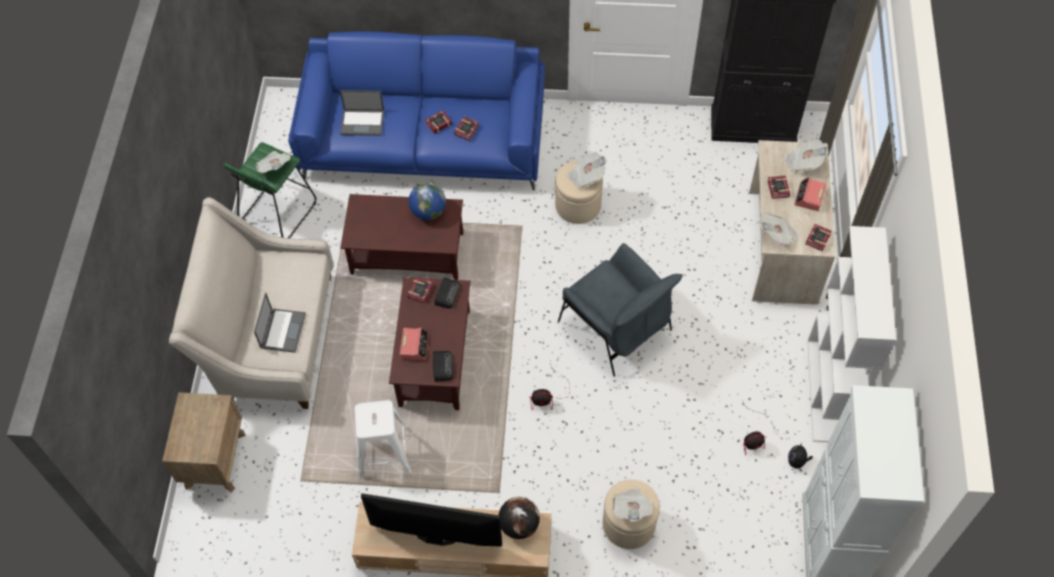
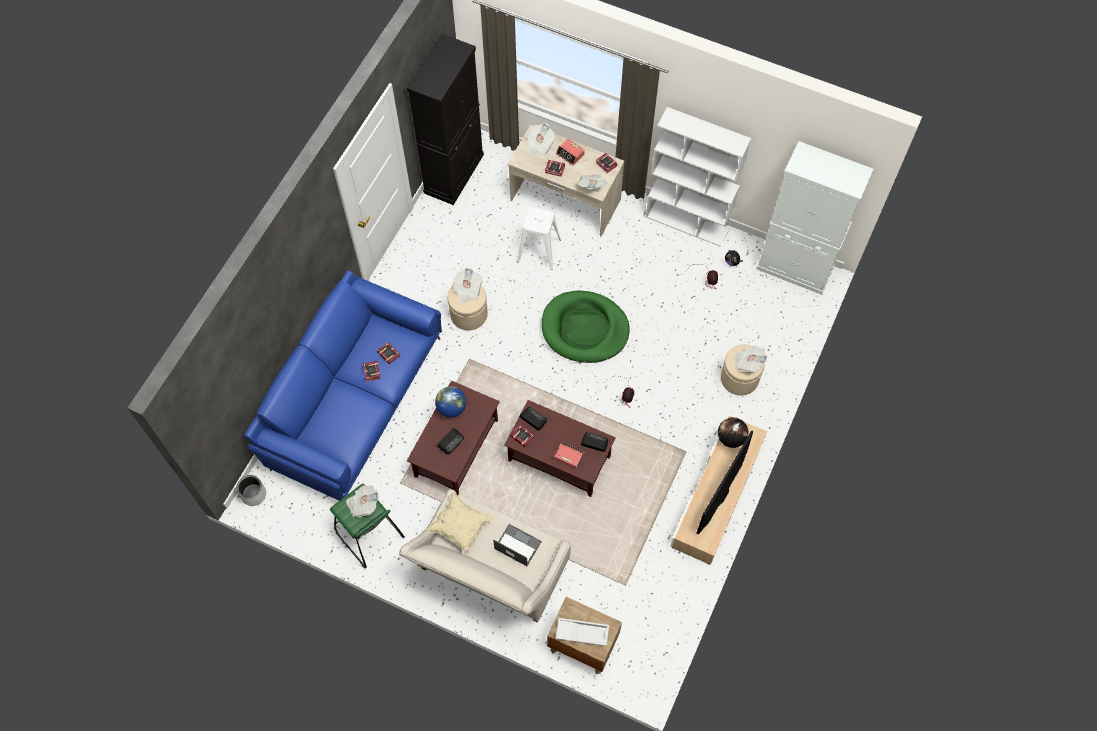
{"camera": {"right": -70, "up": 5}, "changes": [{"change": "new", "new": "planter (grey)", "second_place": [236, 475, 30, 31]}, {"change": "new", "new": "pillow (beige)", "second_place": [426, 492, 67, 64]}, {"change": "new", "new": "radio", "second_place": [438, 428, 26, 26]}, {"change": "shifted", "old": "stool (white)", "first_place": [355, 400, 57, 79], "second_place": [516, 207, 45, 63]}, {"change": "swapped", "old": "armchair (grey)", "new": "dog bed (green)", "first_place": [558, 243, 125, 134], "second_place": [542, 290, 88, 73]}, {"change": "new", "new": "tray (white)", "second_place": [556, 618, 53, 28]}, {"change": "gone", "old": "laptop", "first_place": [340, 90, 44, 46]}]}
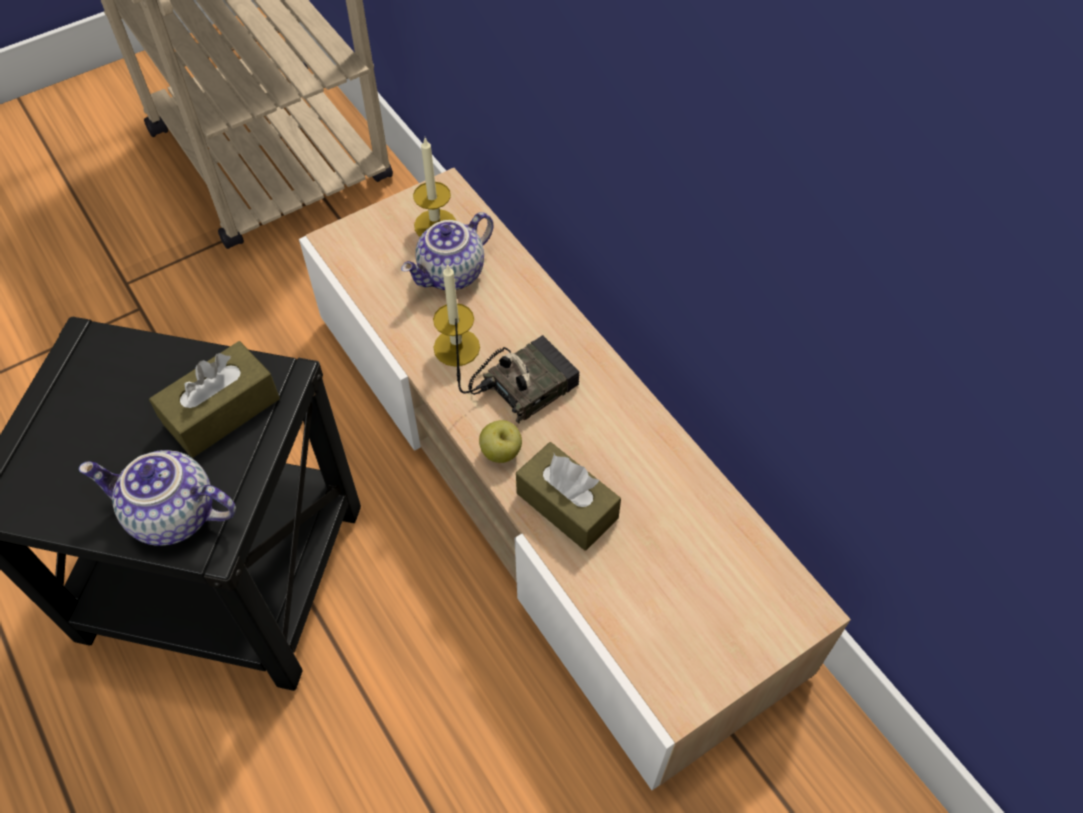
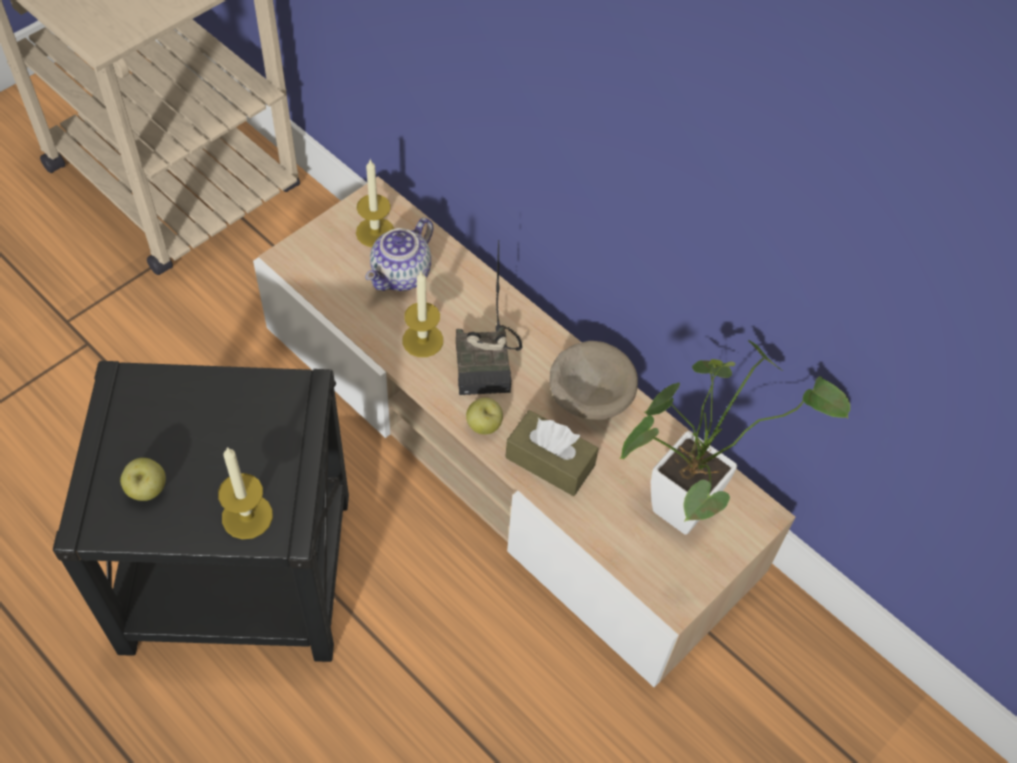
{"camera": {"right": -15, "up": 0}, "changes": [{"change": "new", "new": "apple", "second_place": [120, 458, 46, 43]}, {"change": "swapped", "old": "teapot", "new": "candle", "first_place": [79, 450, 157, 96], "second_place": [218, 447, 55, 92]}, {"change": "rotated", "old": "radio", "first_place": [455, 318, 124, 106], "second_place": [456, 240, 66, 155], "degrees": 135}, {"change": "new", "new": "bowl (beige)", "second_place": [550, 341, 88, 79]}, {"change": "new", "new": "potted plant", "second_place": [619, 340, 231, 195]}, {"change": "gone", "old": "tissue box (brown)", "first_place": [149, 341, 131, 117]}]}
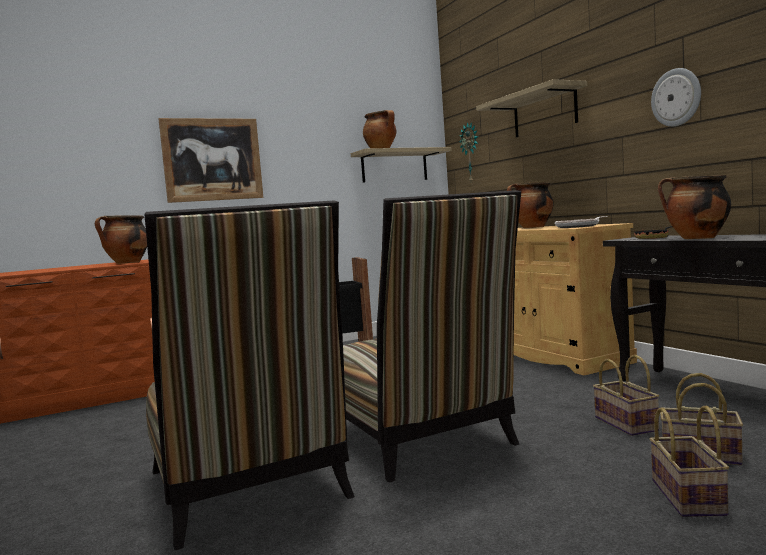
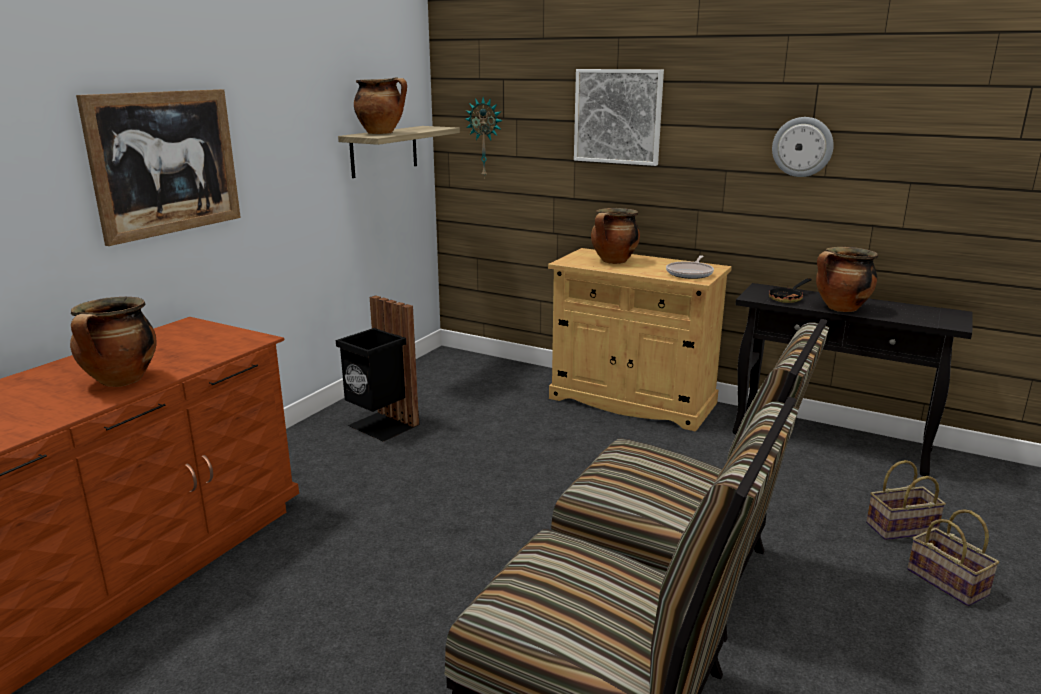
{"camera": {"right": -35, "up": 15}, "changes": [{"change": "swapped", "old": "shelf", "new": "picture", "first_place": [476, 79, 111, 59], "second_place": [574, 69, 90, 97]}, {"change": "gone", "old": "basket", "first_place": [593, 355, 66, 81]}]}
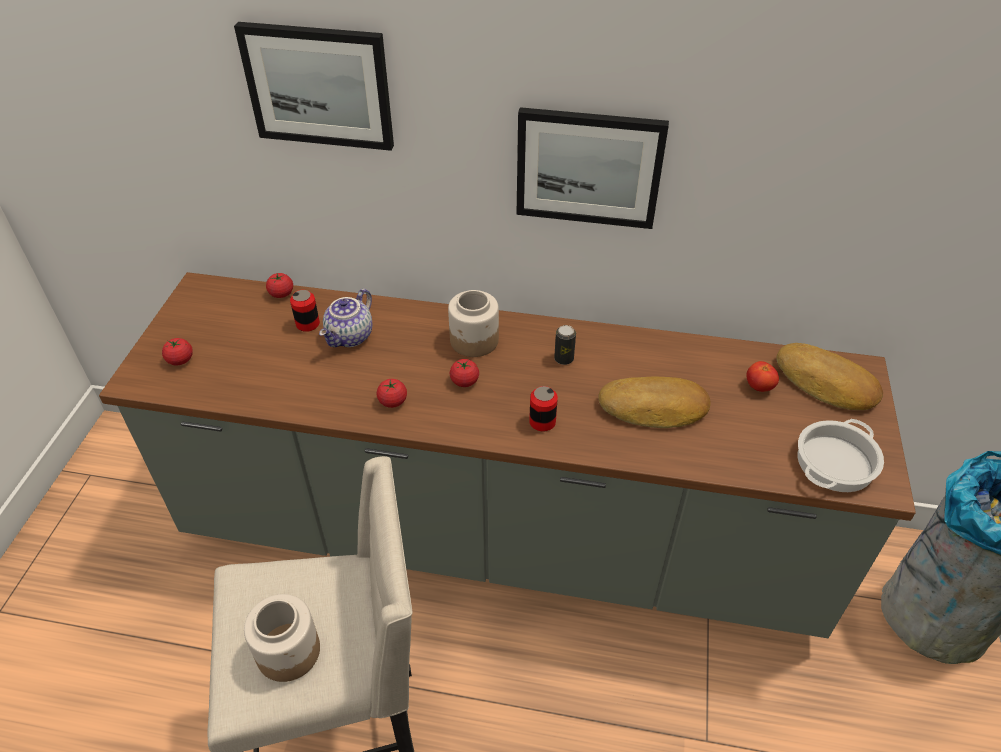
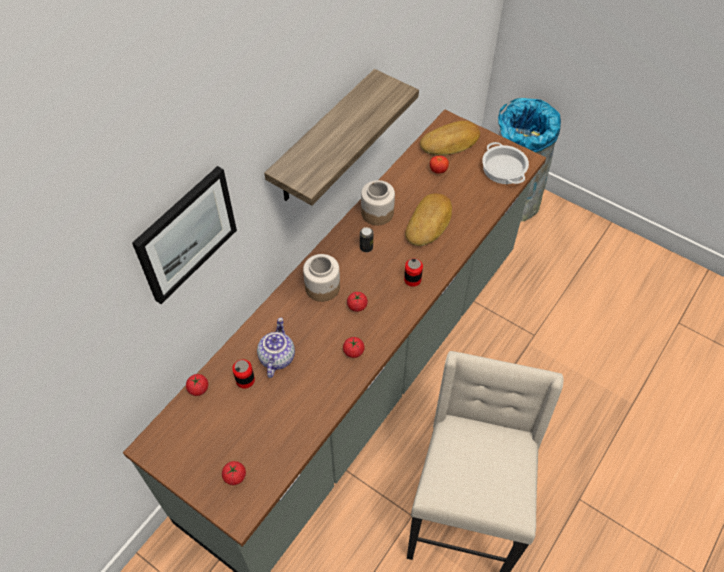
{"camera": {"right": -65, "up": 10}, "changes": [{"change": "rotated", "old": "teapot", "first_place": [319, 289, 53, 58], "second_place": [257, 318, 38, 60], "degrees": -135}, {"change": "swapped", "old": "picture", "new": "shelf", "first_place": [516, 107, 153, 122], "second_place": [264, 69, 155, 137]}, {"change": "shifted", "old": "jar", "first_place": [244, 594, 76, 88], "second_place": [361, 180, 34, 45]}]}
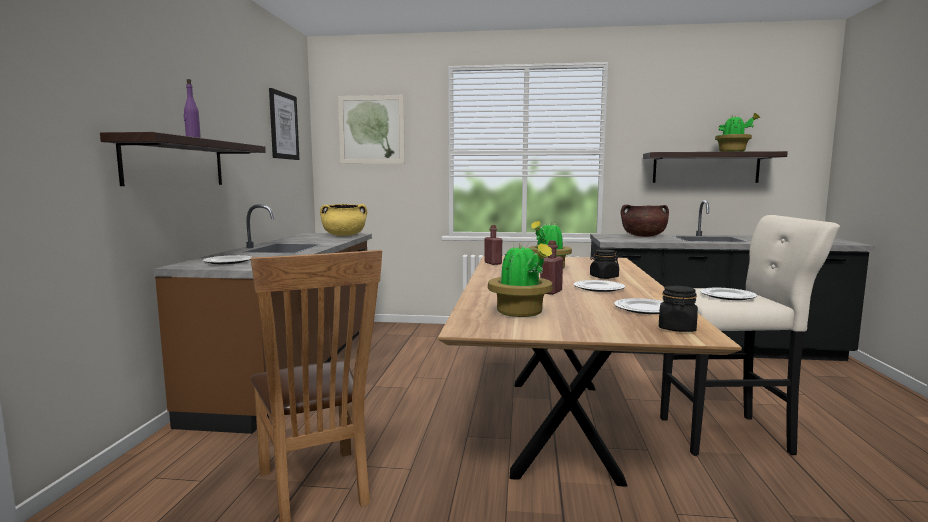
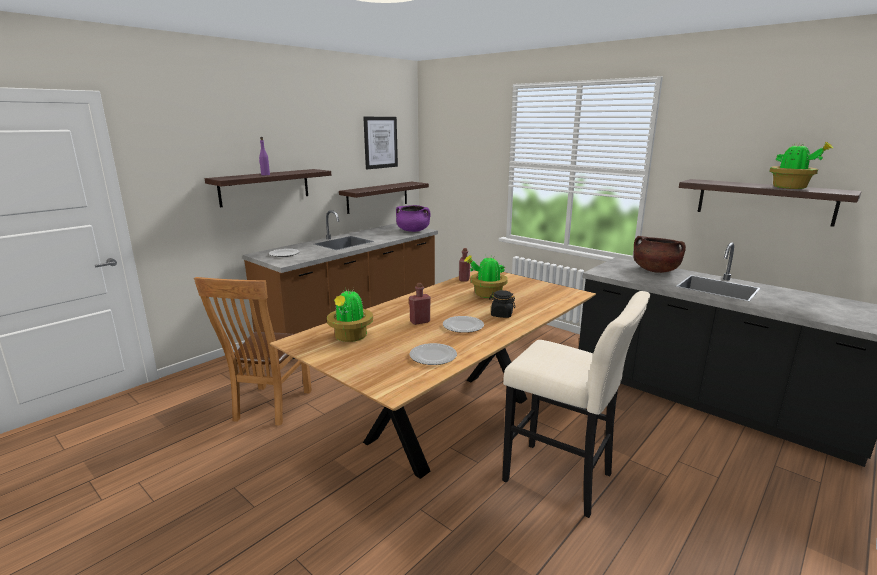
{"camera": {"right": 35, "up": 10}, "changes": [{"change": "new", "new": "shelf", "second_place": [339, 182, 90, 32]}, {"change": "repainted", "old": "cooking pot (yellow)", "new": "cooking pot (purple)", "first_place": [320, 204, 47, 32], "second_place": [396, 205, 34, 27]}, {"change": "gone", "old": "picture", "first_place": [338, 95, 67, 69]}, {"change": "gone", "old": "jar (black)", "first_place": [659, 286, 39, 46]}, {"change": "gone", "old": "plate", "first_place": [700, 288, 57, 12]}]}
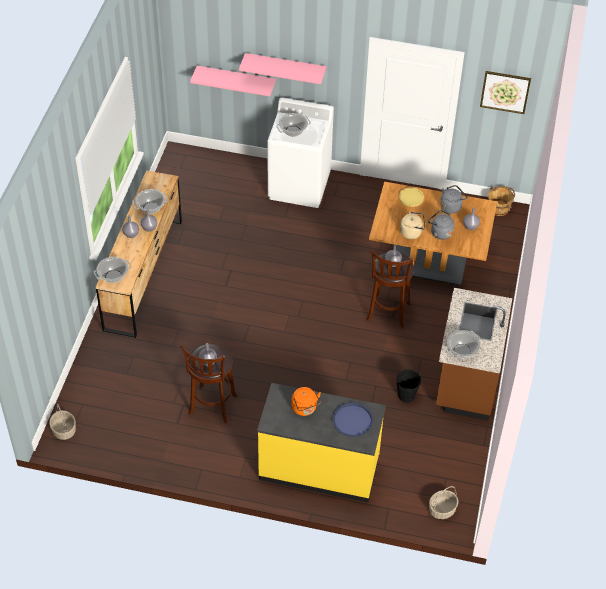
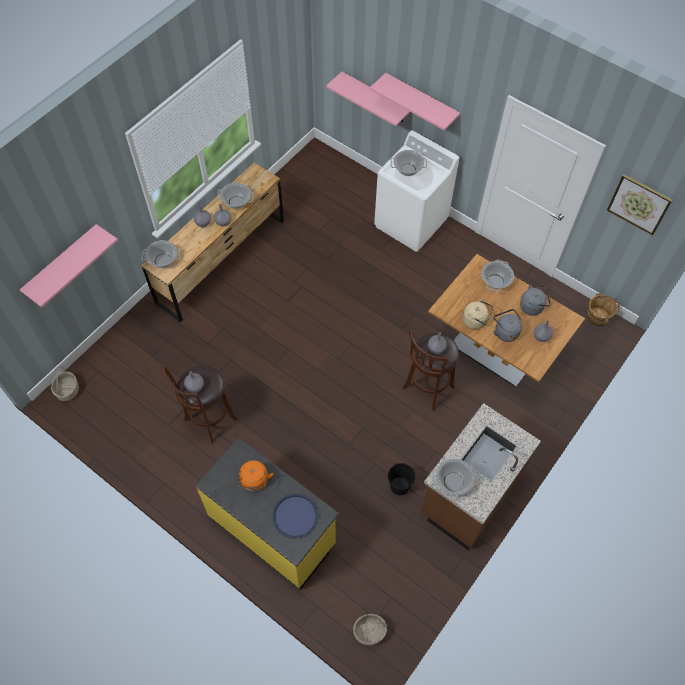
{"camera": {"right": 25, "up": 10}, "changes": [{"change": "new", "new": "shelf (pink)", "second_place": [20, 224, 98, 83]}, {"change": "swapped", "old": "plate (yellow)", "new": "cooking pot", "first_place": [399, 187, 25, 20], "second_place": [481, 260, 33, 32]}]}
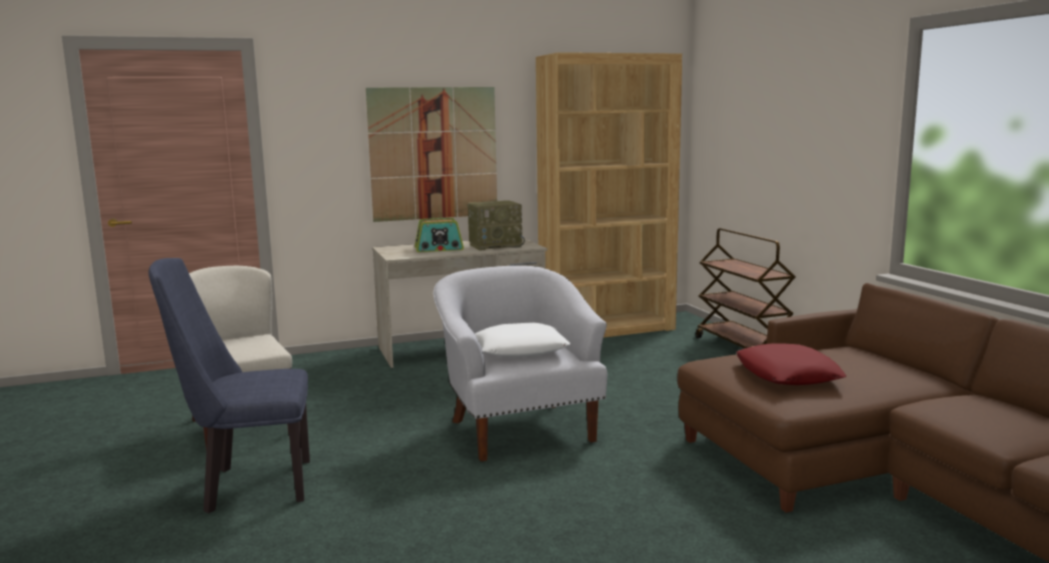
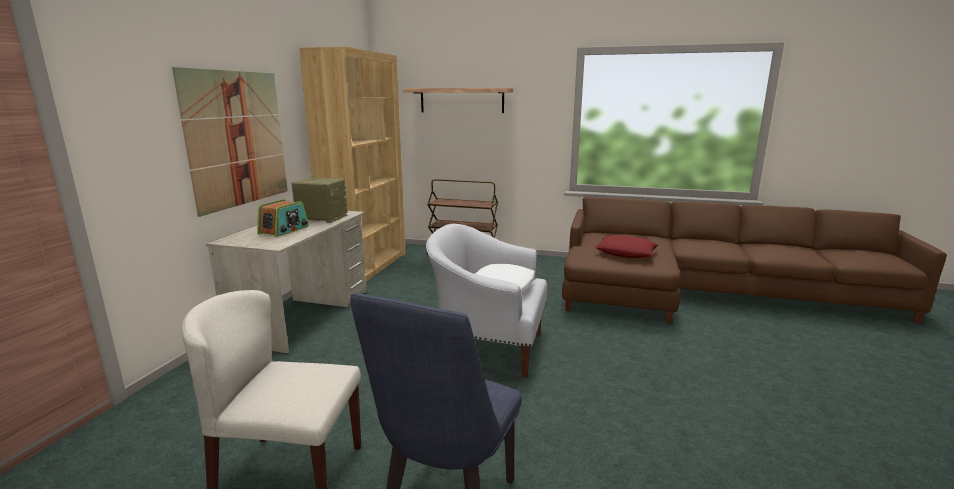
{"camera": {"right": -55, "up": 5}, "changes": [{"change": "rotated", "old": "radio", "first_place": [468, 200, 57, 50], "second_place": [291, 177, 56, 46], "degrees": -90}, {"change": "new", "new": "shelf", "second_place": [403, 88, 110, 25]}]}
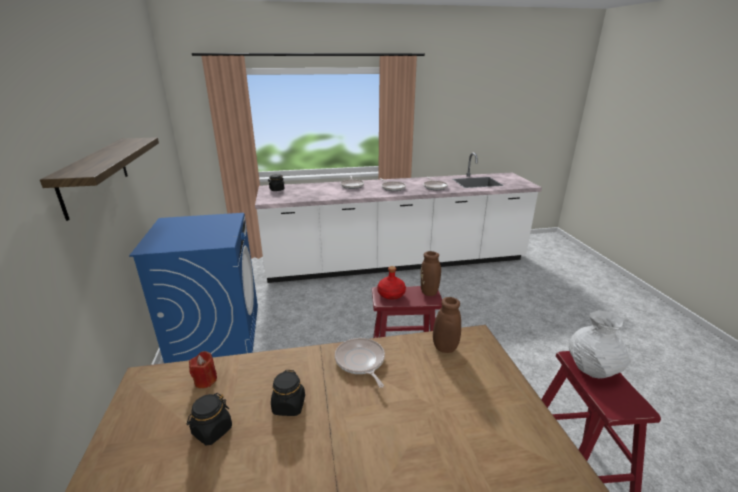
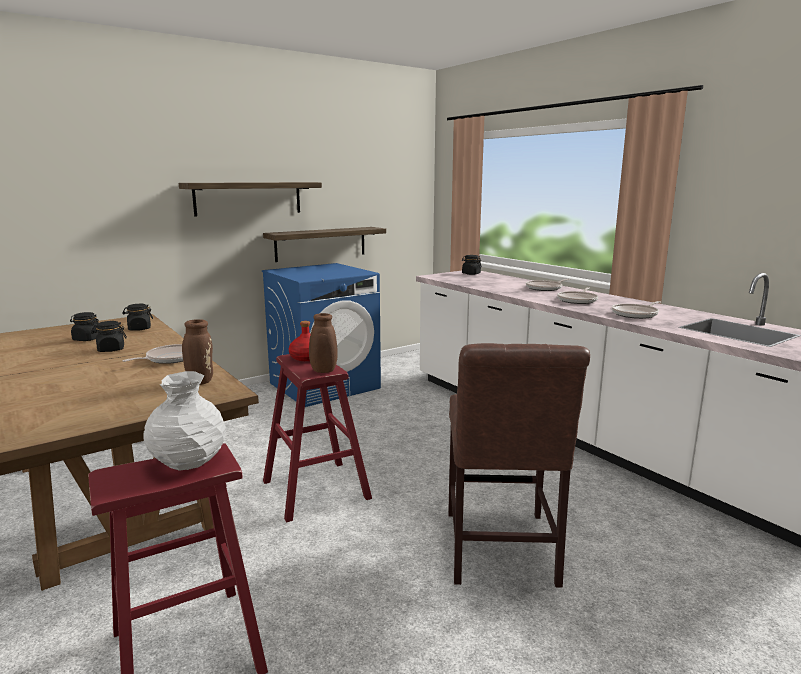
{"camera": {"right": 65, "up": -10}, "changes": [{"change": "swapped", "old": "candle (red)", "new": "jar (black)", "first_place": [189, 351, 28, 37], "second_place": [122, 304, 31, 27]}, {"change": "new", "new": "shelf", "second_place": [263, 227, 123, 35]}, {"change": "new", "new": "chair (brown)", "second_place": [448, 343, 142, 245]}]}
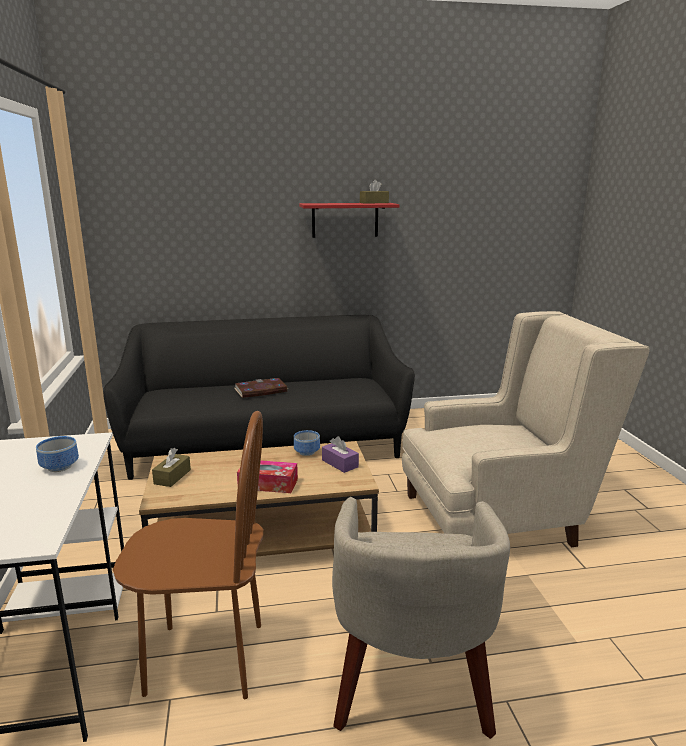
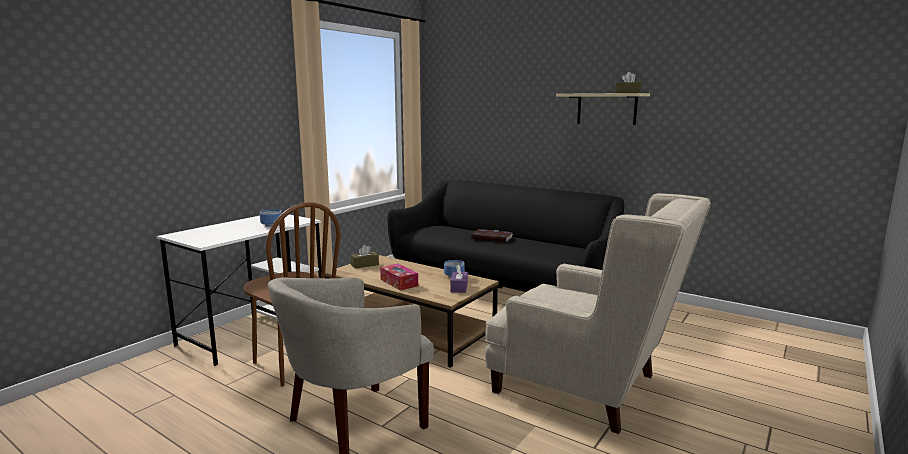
{"camera": {"right": 45, "up": -5}, "changes": [{"change": "repainted", "old": "shelf (red)", "new": "shelf (beige)", "first_place": [299, 203, 100, 35], "second_place": [556, 93, 94, 32]}]}
